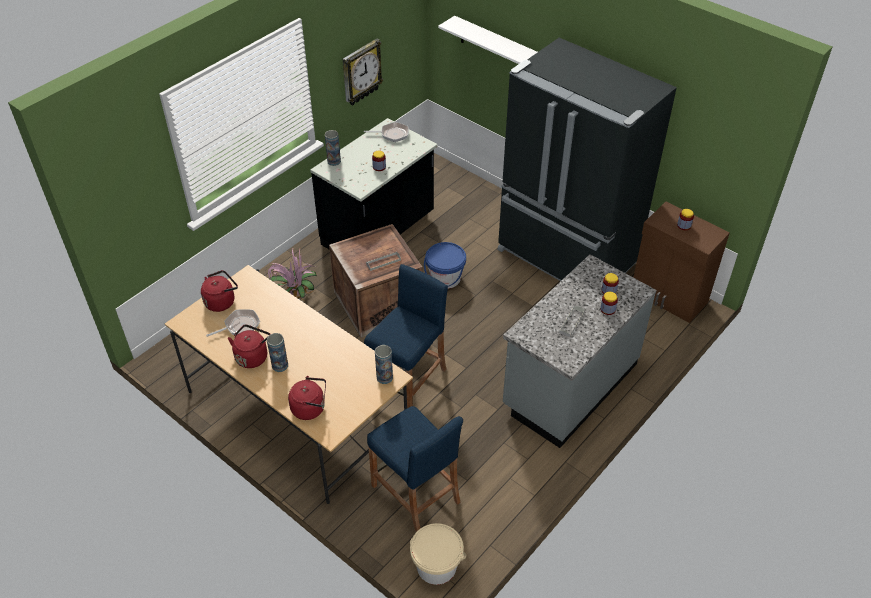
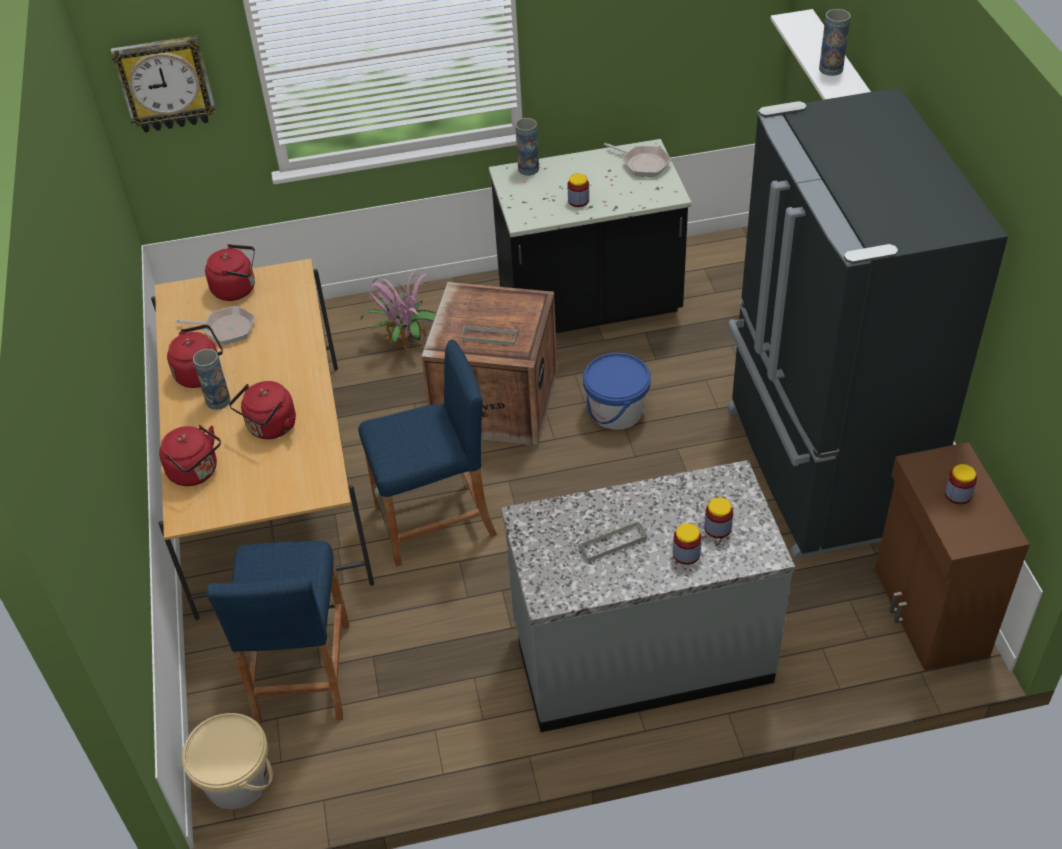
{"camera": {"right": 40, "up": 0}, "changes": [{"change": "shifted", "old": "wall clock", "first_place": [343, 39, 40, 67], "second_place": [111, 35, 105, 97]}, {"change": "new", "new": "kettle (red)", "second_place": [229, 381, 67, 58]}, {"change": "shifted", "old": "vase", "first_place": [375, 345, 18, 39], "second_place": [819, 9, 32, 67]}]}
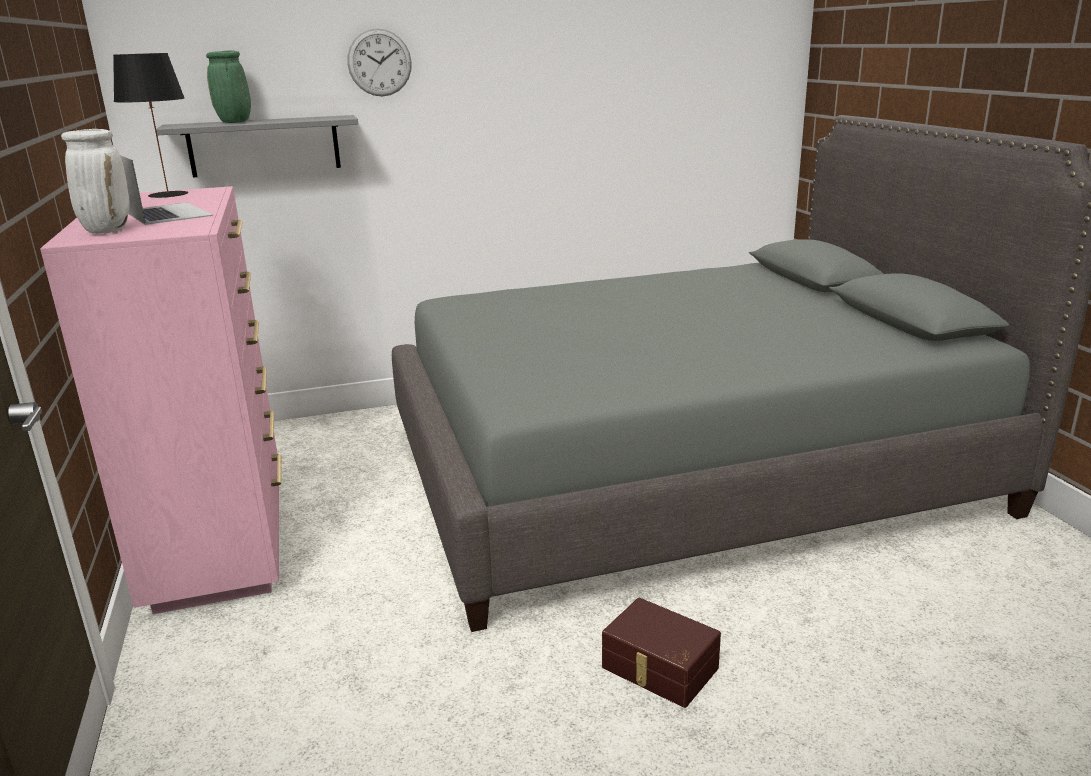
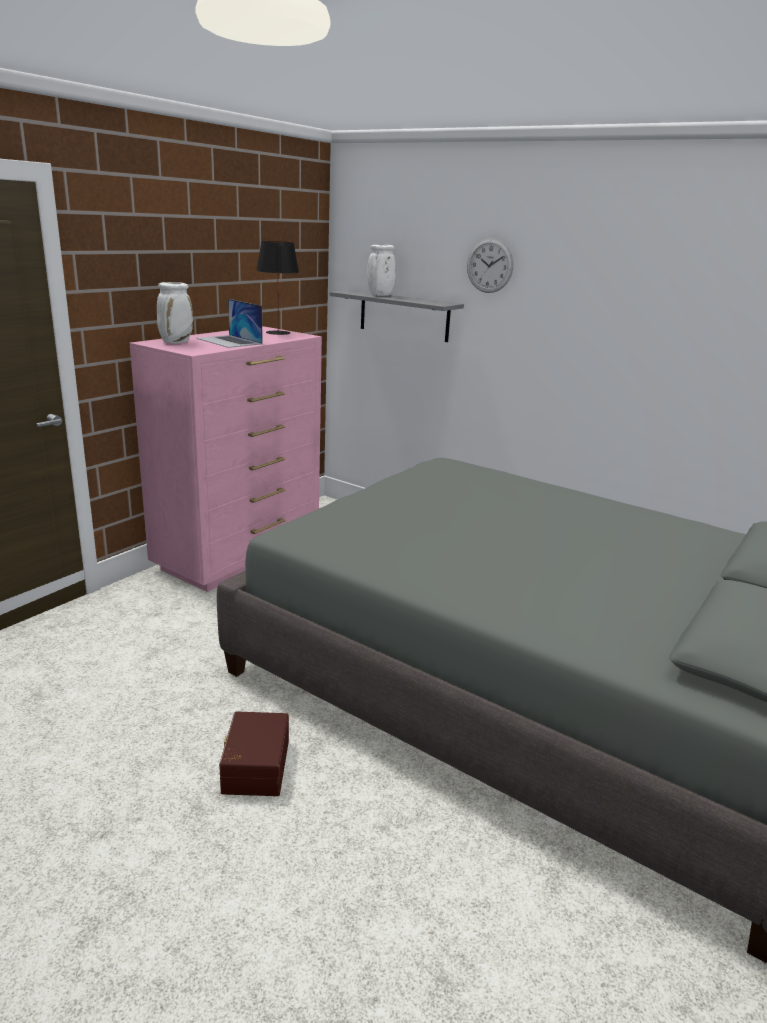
{"camera": {"right": 50, "up": 0}, "changes": [{"change": "rotated", "old": "laptop", "first_place": [120, 155, 93, 70], "second_place": [196, 299, 67, 49], "degrees": 120}, {"change": "repainted", "old": "vase (green)", "new": "vase (white)", "first_place": [206, 50, 45, 73], "second_place": [367, 245, 29, 51]}]}
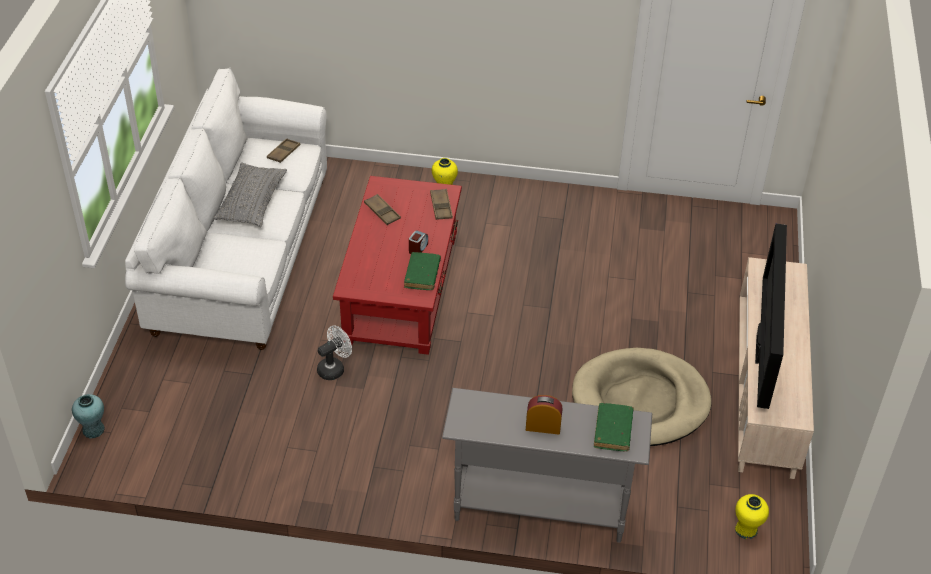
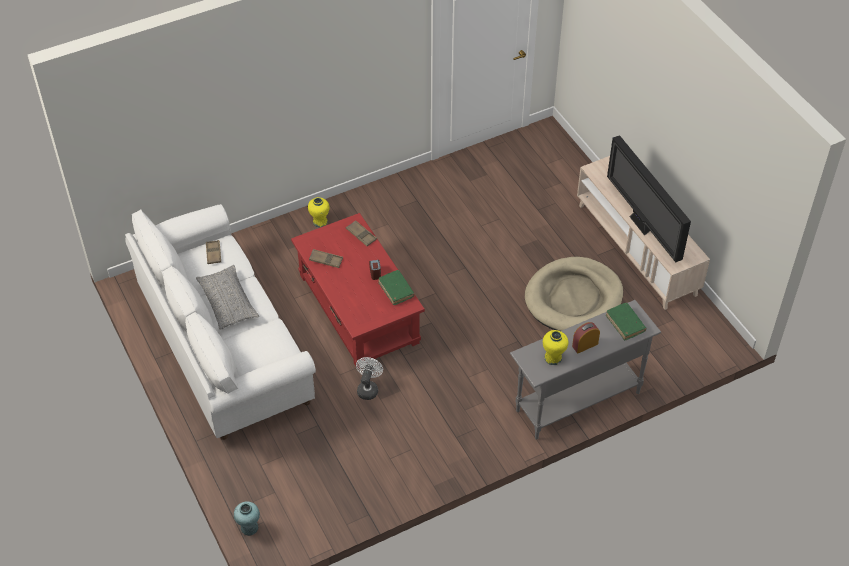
{"camera": {"right": -35, "up": 5}, "changes": [{"change": "shifted", "old": "vase (yellow)", "first_place": [735, 494, 34, 45], "second_place": [543, 330, 25, 35]}]}
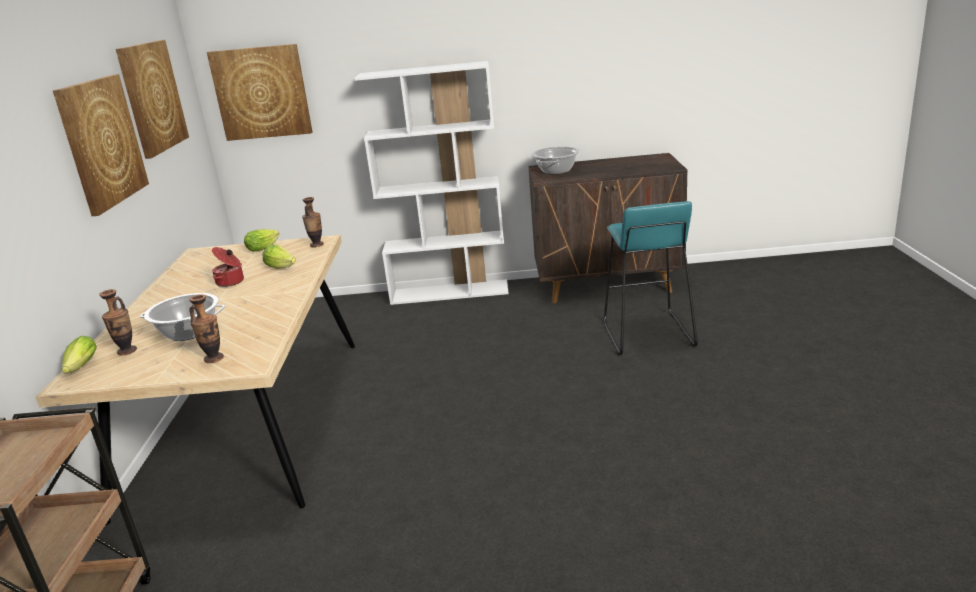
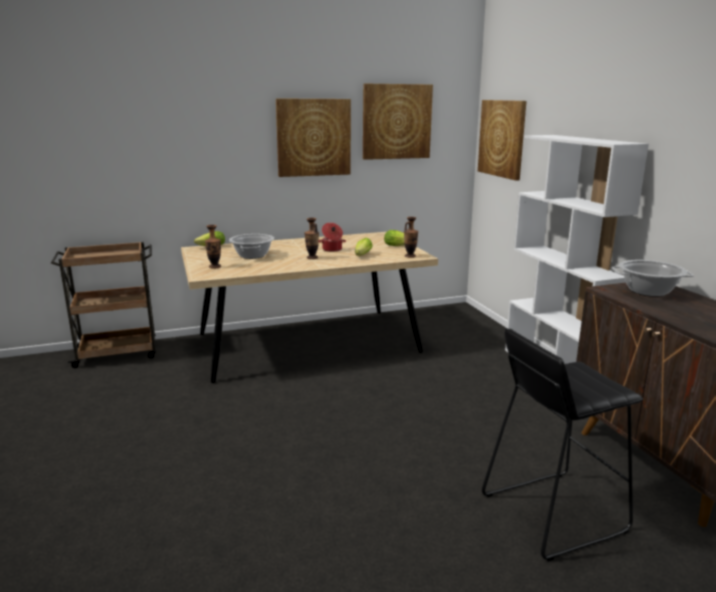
{"camera": {"right": 70, "up": -5}, "changes": [{"change": "shifted", "old": "vase", "first_place": [99, 289, 38, 66], "second_place": [304, 218, 15, 41]}, {"change": "repainted", "old": "stool (turquoise)", "new": "stool (black)", "first_place": [604, 201, 94, 154], "second_place": [482, 328, 161, 233]}]}
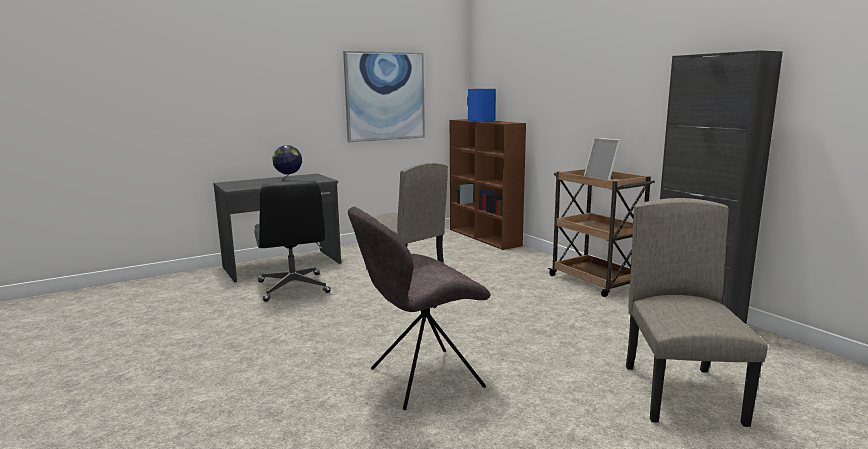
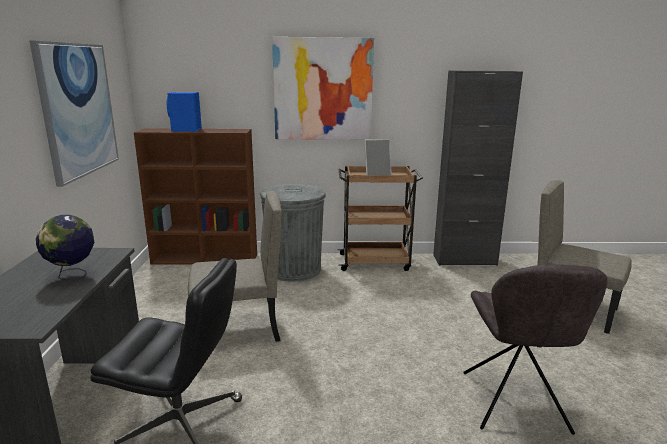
{"camera": {"right": -60, "up": 5}, "changes": [{"change": "new", "new": "trash can (grey)", "second_place": [259, 184, 67, 98]}, {"change": "new", "new": "picture", "second_place": [272, 37, 102, 103]}]}
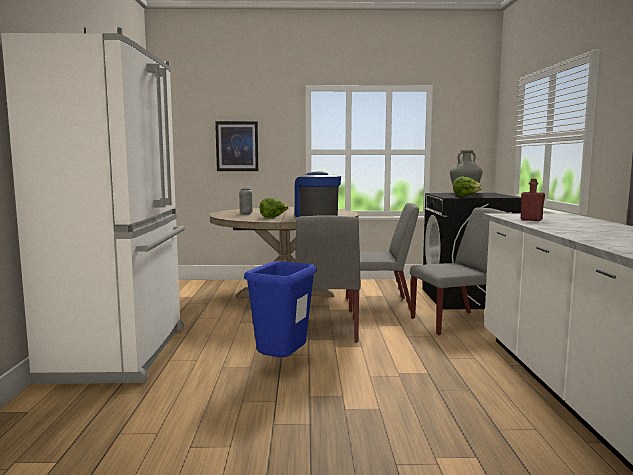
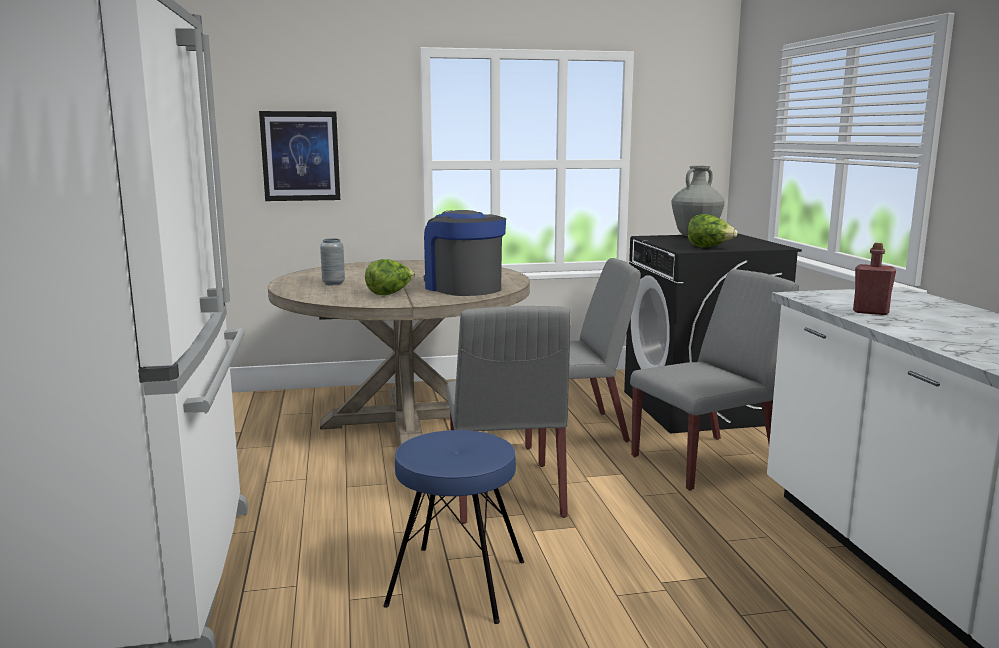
{"camera": {"right": -10, "up": 5}, "changes": [{"change": "swapped", "old": "trash can (blue)", "new": "stool (blue)", "first_place": [244, 261, 73, 96], "second_place": [383, 430, 141, 194]}]}
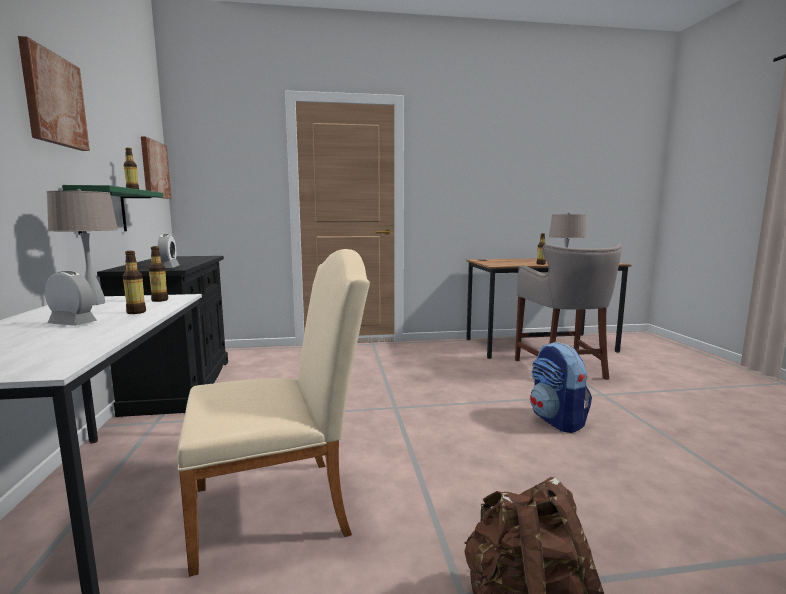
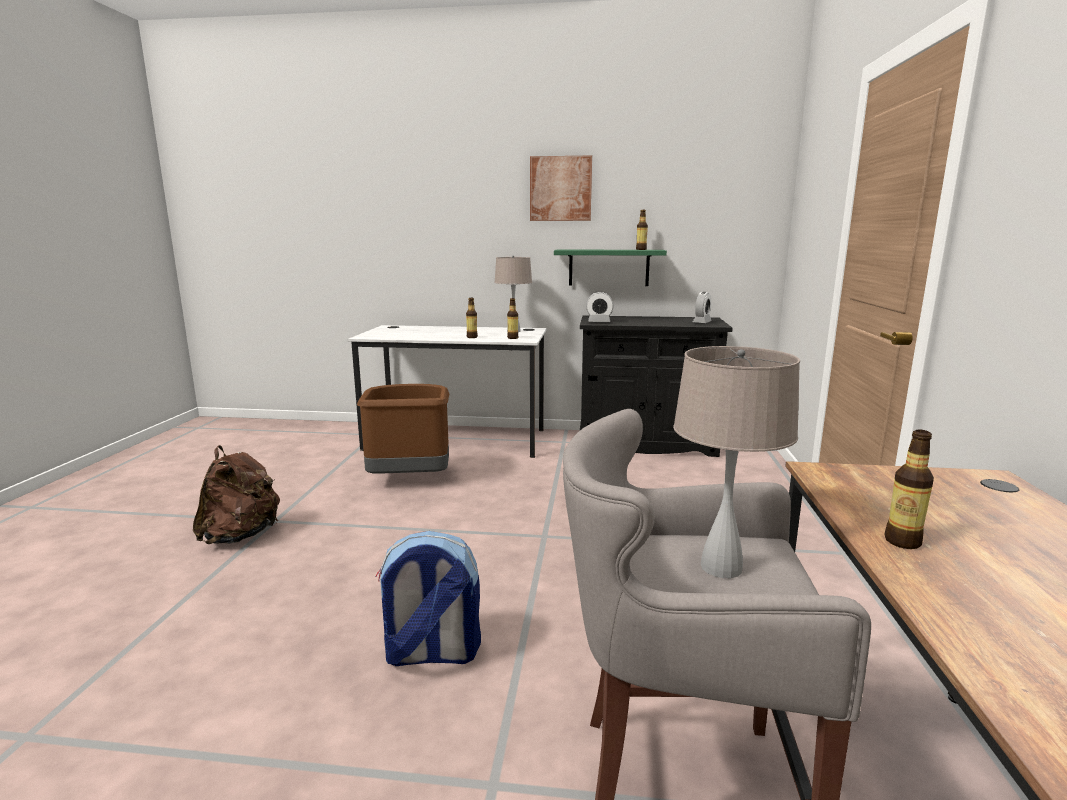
{"camera": {"right": 105, "up": 5}, "changes": [{"change": "swapped", "old": "chair (beige)", "new": "trash can (brown)", "first_place": [177, 249, 193, 328], "second_place": [357, 384, 92, 90]}, {"change": "shifted", "old": "alarm clock", "first_place": [45, 271, 52, 55], "second_place": [693, 292, 19, 31]}, {"change": "gone", "old": "picture", "first_place": [141, 136, 30, 63]}]}
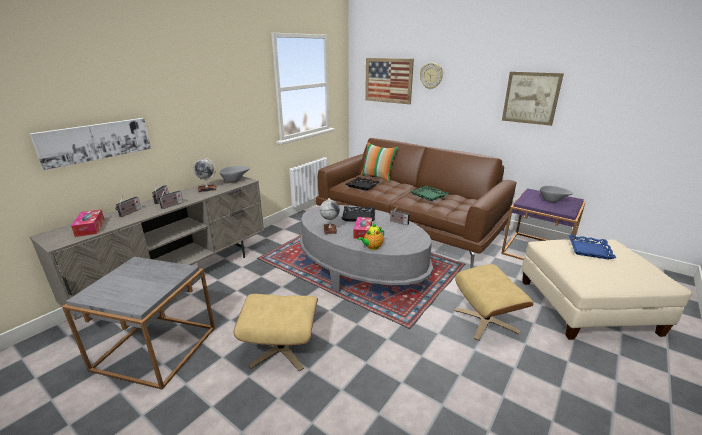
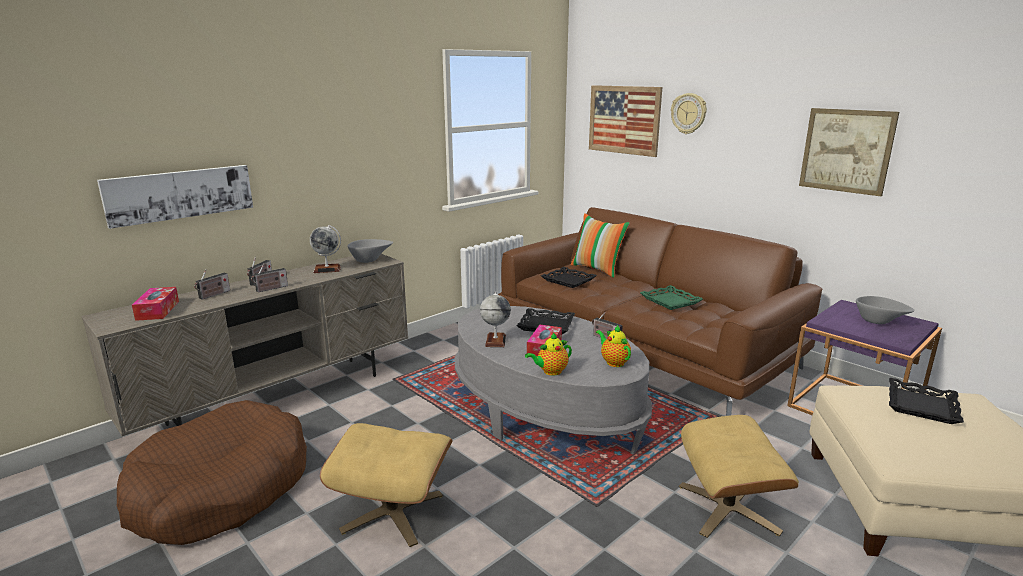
{"camera": {"right": 10, "up": -5}, "changes": [{"change": "swapped", "old": "side table (grey)", "new": "dog bed (brown)", "first_place": [62, 257, 153, 133], "second_place": [117, 400, 190, 145]}, {"change": "new", "new": "teapot", "second_place": [596, 325, 35, 42]}, {"change": "repainted", "old": "tray (blue)", "new": "tray (black)", "first_place": [569, 234, 47, 26], "second_place": [889, 378, 75, 46]}]}
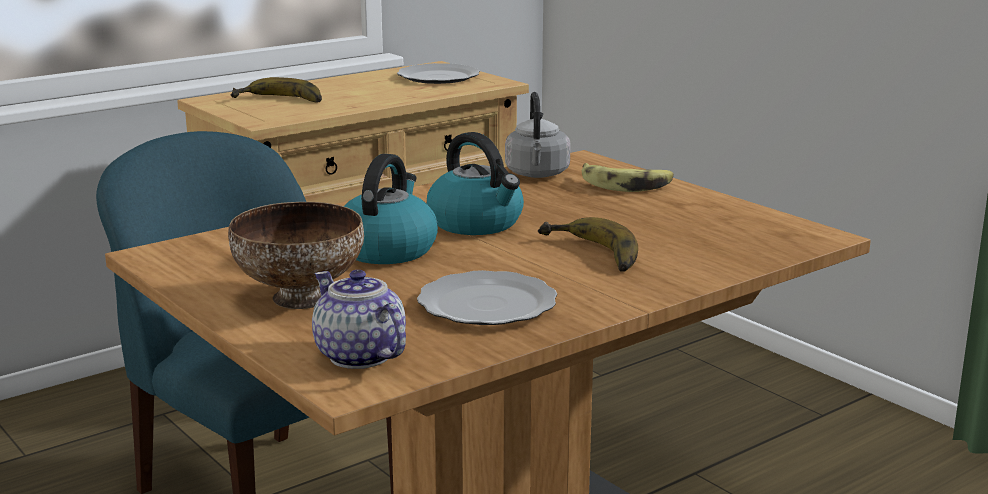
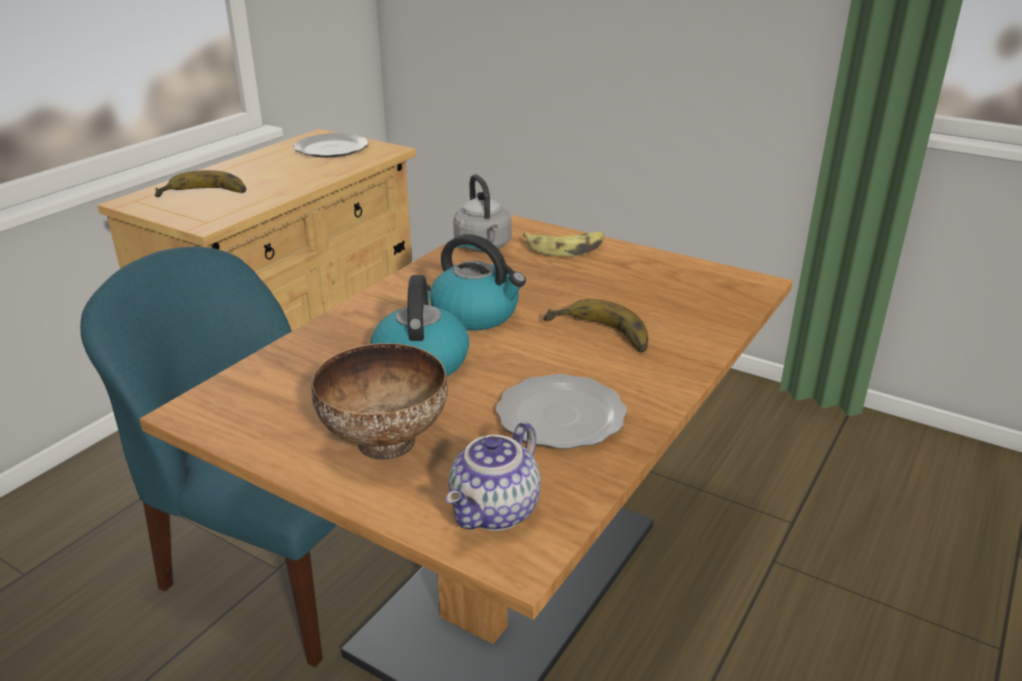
{"camera": {"right": -20, "up": 10}, "changes": [{"change": "rotated", "old": "teapot", "first_place": [312, 270, 94, 99], "second_place": [446, 422, 94, 109], "degrees": -90}]}
